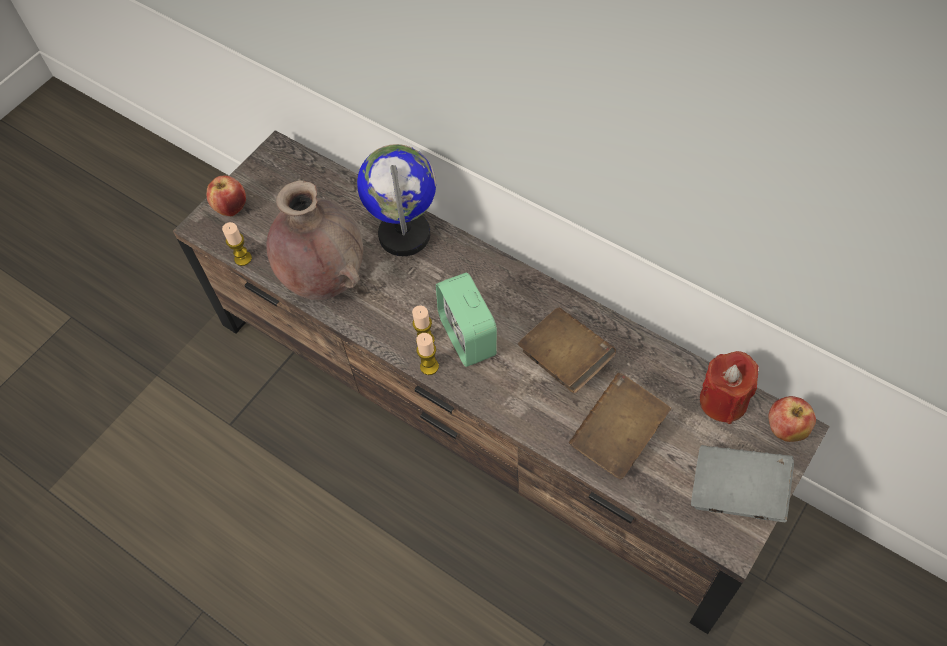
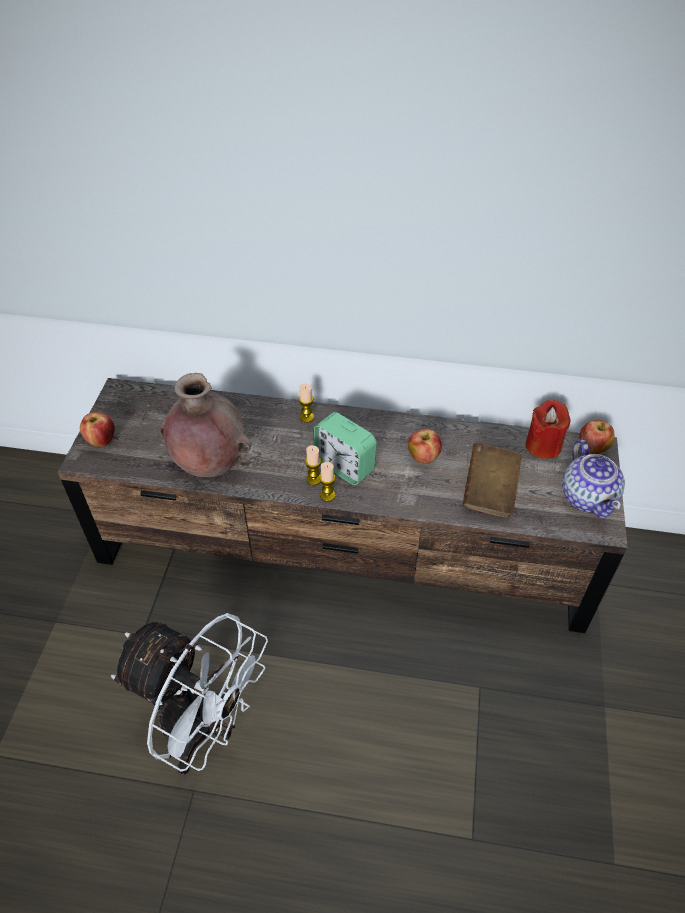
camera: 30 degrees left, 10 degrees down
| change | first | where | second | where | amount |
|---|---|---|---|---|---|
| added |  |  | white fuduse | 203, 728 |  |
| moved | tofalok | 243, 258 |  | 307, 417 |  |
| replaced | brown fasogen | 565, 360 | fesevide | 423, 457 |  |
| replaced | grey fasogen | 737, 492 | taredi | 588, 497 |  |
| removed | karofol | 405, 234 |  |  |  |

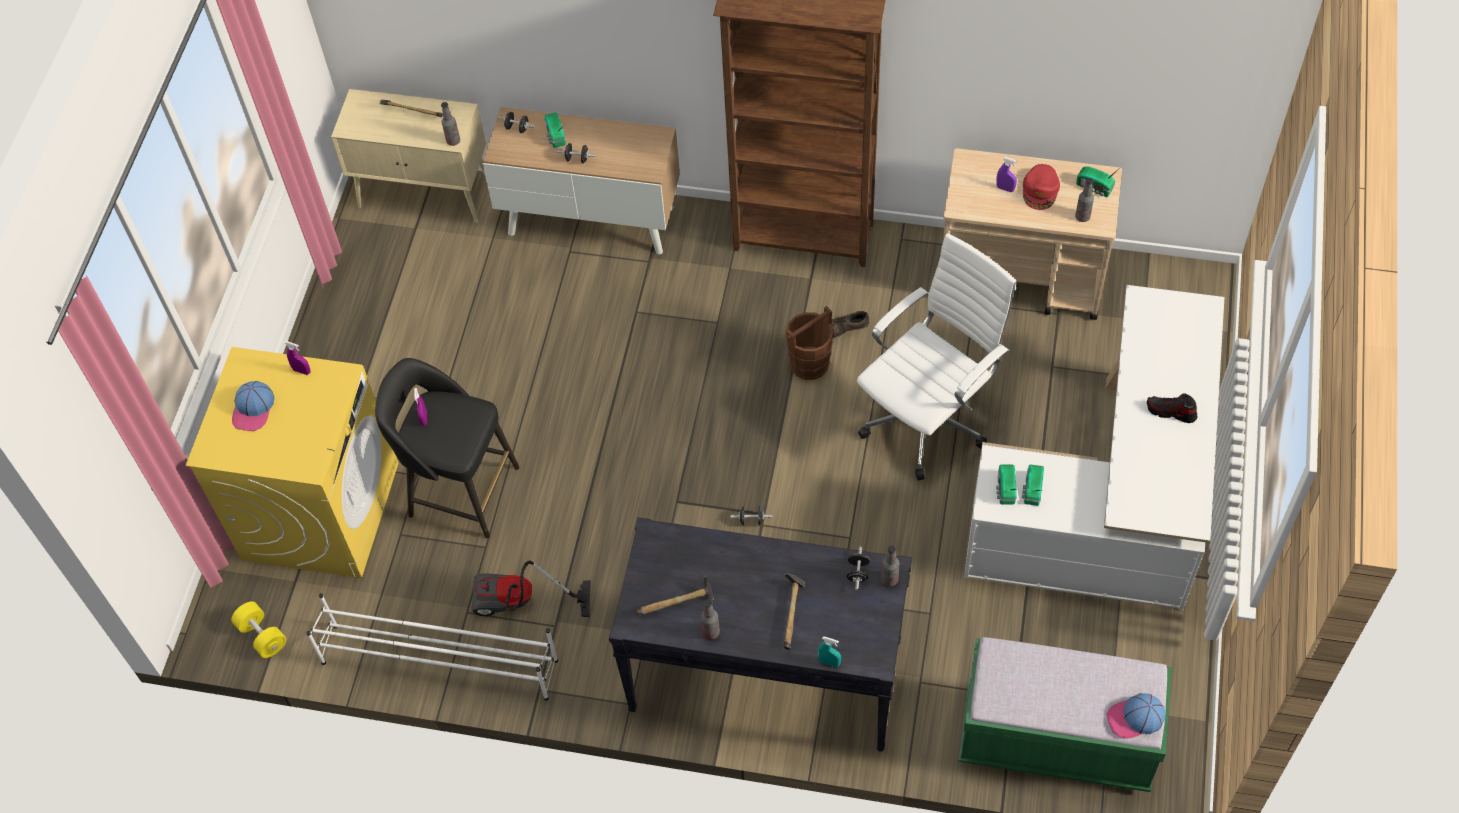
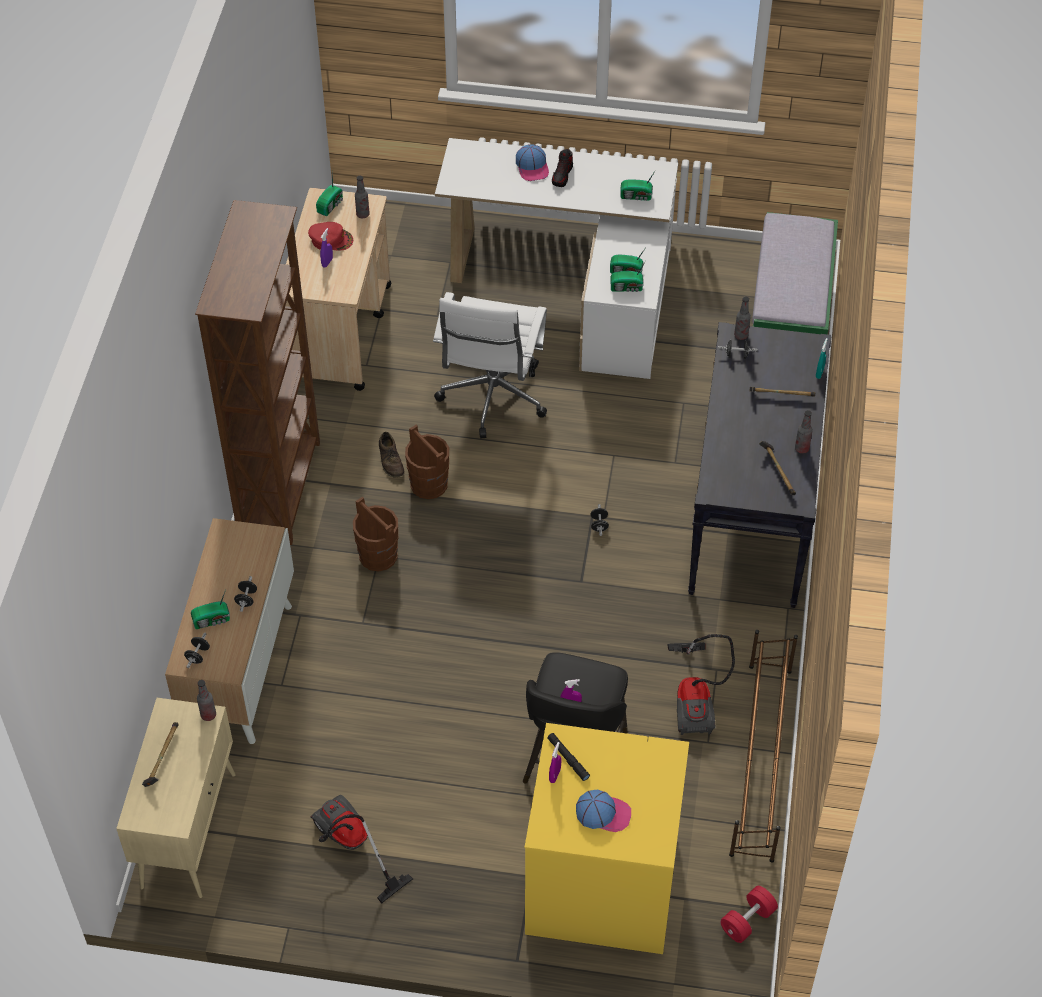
camera: 95 degrees left, 5 degrees down
| change | first | where | second | where | amount |
|---|---|---|---|---|---|
| added |  |  | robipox | 350, 846 |  |
| added |  |  | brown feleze | 378, 555 |  |
| turned | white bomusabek | 928, 420 |  | 492, 399 | 120 degrees counterclockwise |
| moved | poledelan | 1135, 718 |  | 532, 167 |  |
| added |  |  | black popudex | 568, 759 |  |
| added |  |  | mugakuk | 637, 196 |  |
| recoloured | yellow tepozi | 262, 636 | red tepozi | 747, 920 |  |
| recoloured | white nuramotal | 438, 661 | brown nuramotal | 760, 761 |  |

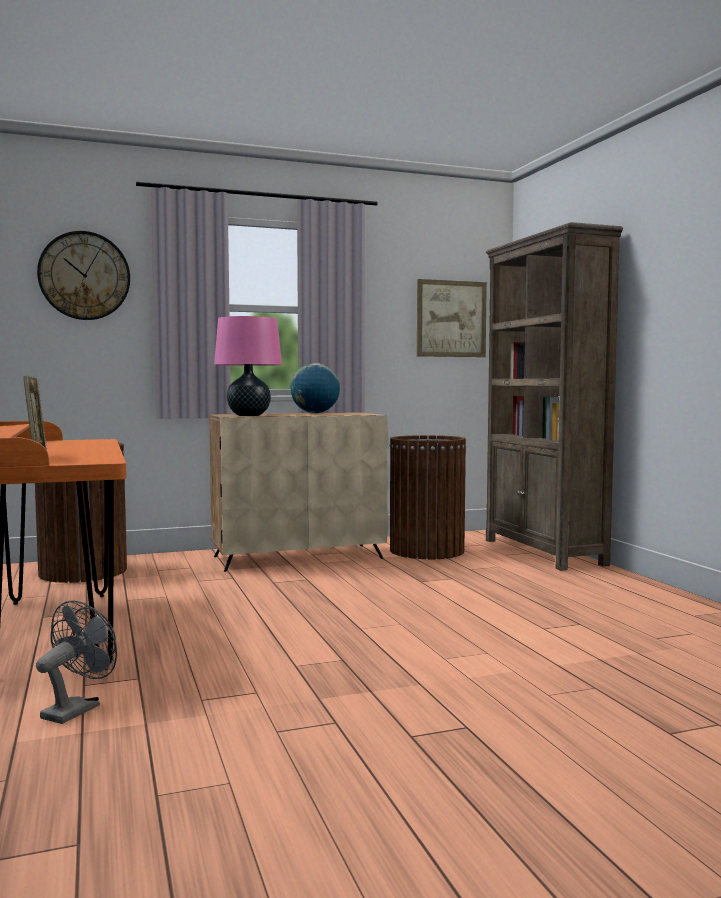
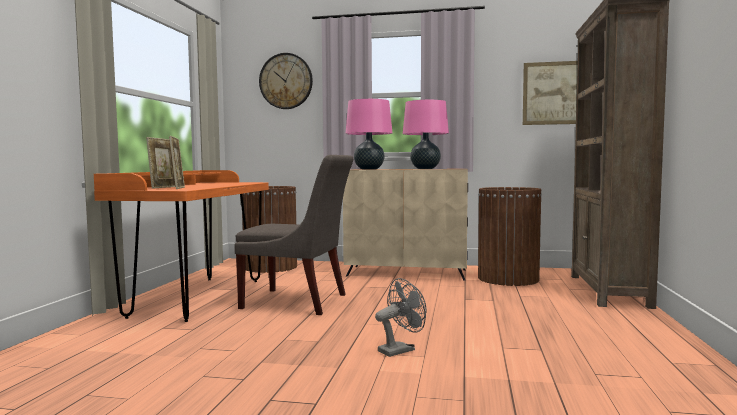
camera: 30 degrees right, 0 degrees up
| change | first | where | second | where | amount |
|---|---|---|---|---|---|
| added |  |  | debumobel | 178, 188 |  |
| added |  |  | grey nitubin | 299, 302 |  |
| moved | grey fuduse | 77, 709 |  | 400, 349 |  |
| replaced | karofol | 315, 413 | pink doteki | 425, 168 |  |

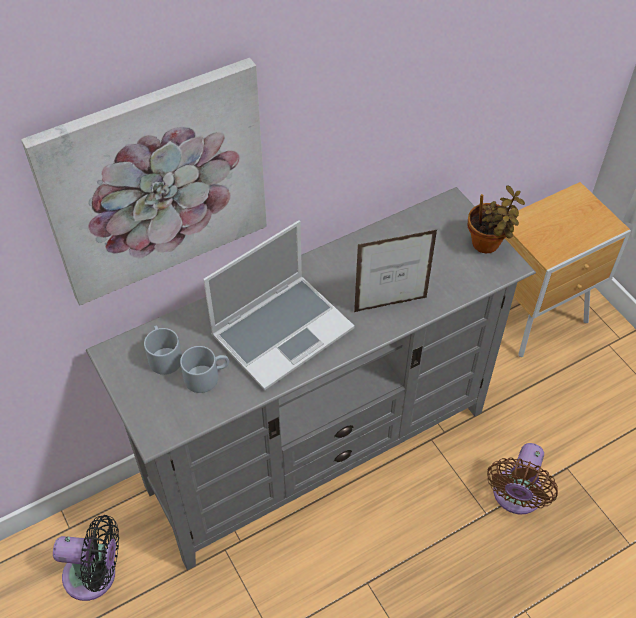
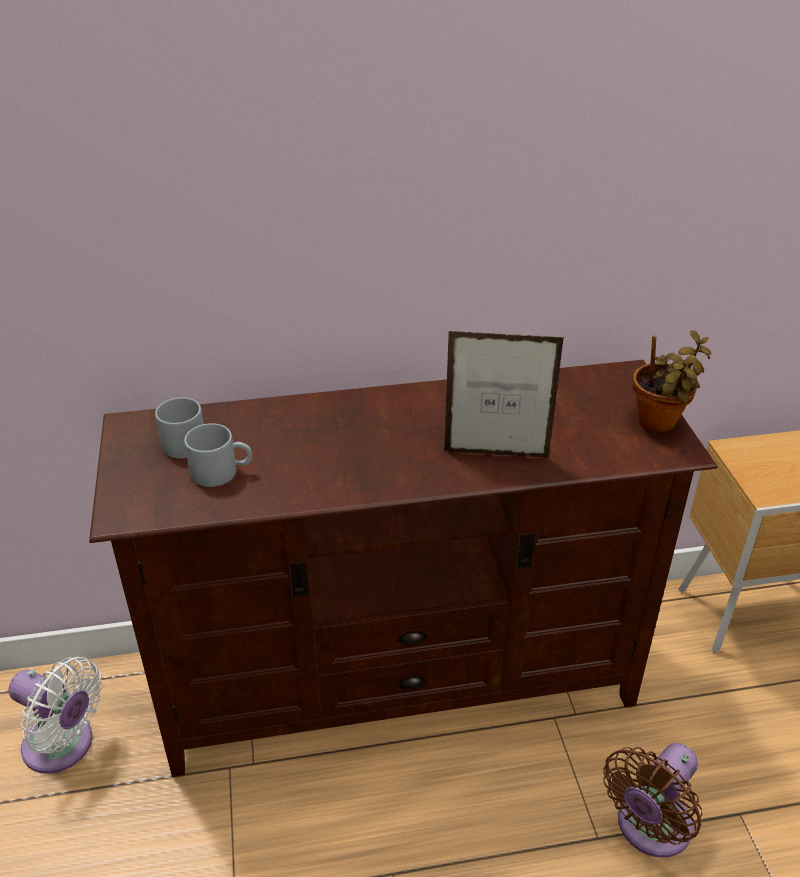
camera: 20 degrees right, 15 degrees down
| change | first | where | second | where | amount |
|---|---|---|---|---|---|
| recoloured | black fuduse | 95, 575 | white fuduse | 63, 746 |  |
| recoloured | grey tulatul | 317, 447 | brown tulatul | 400, 683 |  |
| removed | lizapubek | 155, 182 |  |  |  |
| removed | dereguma | 282, 331 |  |  |  |

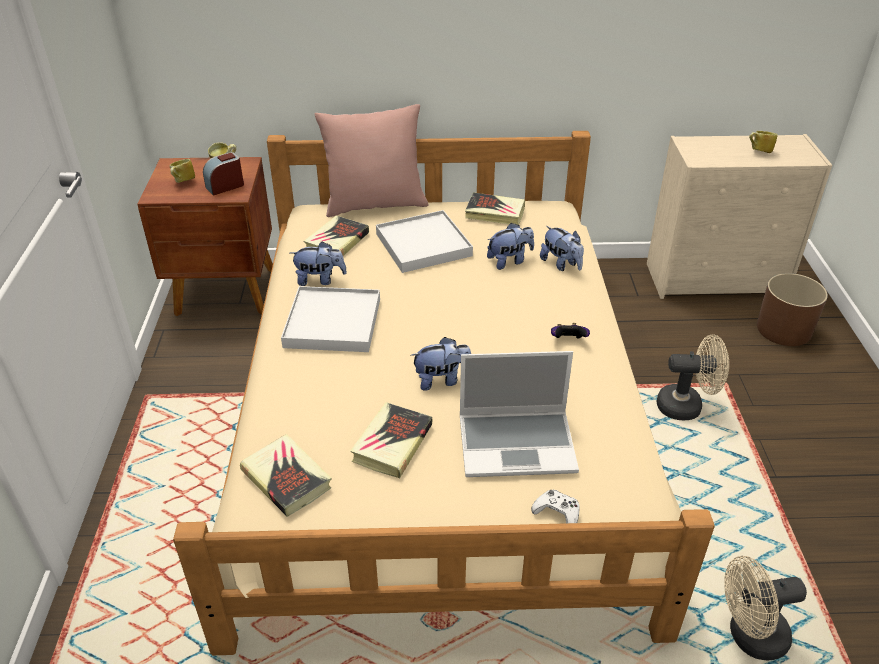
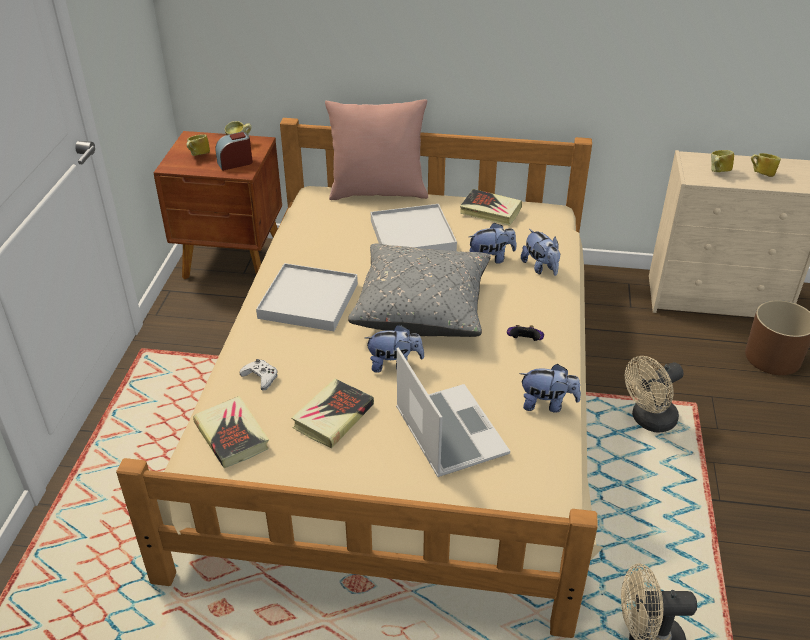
camera: 10 degrees right, 0 degrees up
| change | first | where | second | where | amount |
|---|---|---|---|---|---|
| moved | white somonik | 557, 512 |  | 261, 377 |  |
| added |  |  | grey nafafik | 422, 307 |  |
| turned | dereguma | 518, 443 |  | 448, 431 | 120 degrees counterclockwise |
| moved | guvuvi | 320, 280 |  | 547, 404 |  |
| turned | beige fuduse | 686, 406 |  | 648, 421 | 135 degrees clockwise |
| added |  |  | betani | 717, 172 |  |
| removed | fasogen | 337, 242 |  |  |  |

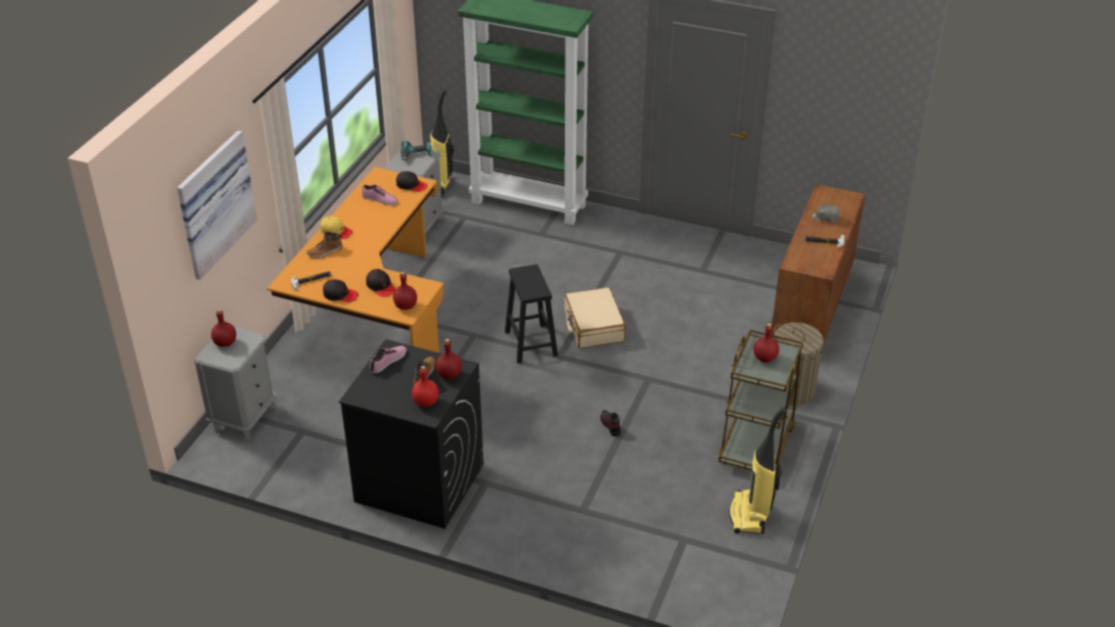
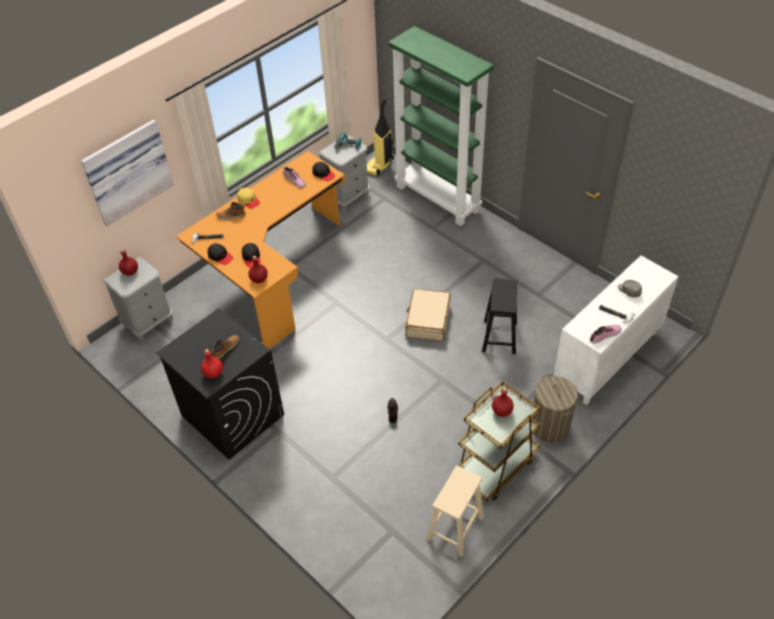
camera: 25 degrees right, 10 degrees up
| change | first | where | second | where | amount |
|---|---|---|---|---|---|
| replaced | robipox | 750, 515 | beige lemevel | 455, 529 |  |
| moved | black lemevel | 531, 344 |  | 499, 337 |  |
| recoloured | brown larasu | 812, 312 | white larasu | 607, 359 |  |
| moved | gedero | 388, 361 |  | 605, 335 |  |
| removed | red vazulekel | 449, 375 |  |  |  |

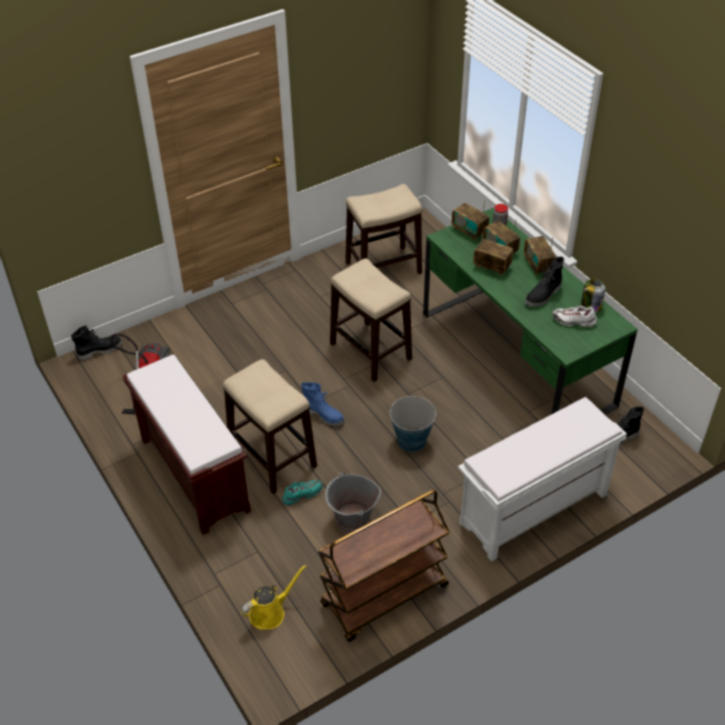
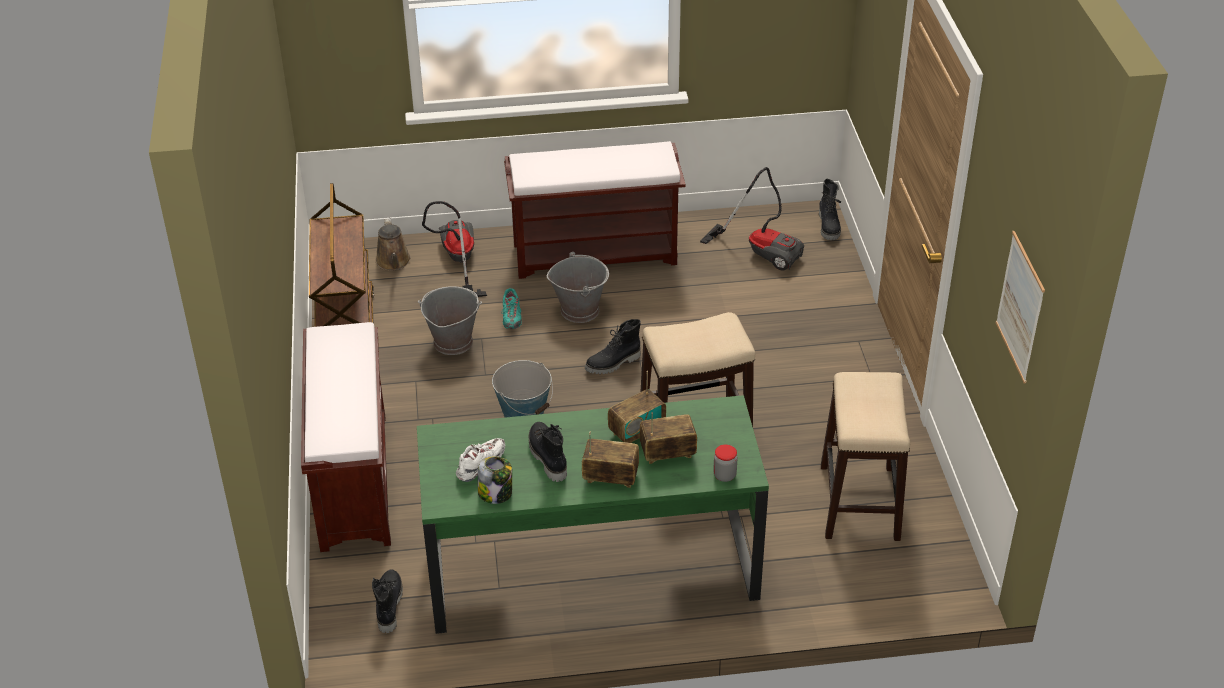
camera: 115 degrees right, 5 degrees down
| change | first | where | second | where | amount |
|---|---|---|---|---|---|
| recoloured | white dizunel | 532, 510 | brown dizunel | 353, 480 |  |
| recoloured | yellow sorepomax | 270, 612 | brown sorepomax | 393, 262 |  |
| added |  |  | robipox | 457, 261 |  |
| replaced | lemevel | 272, 456 | grey feleze | 580, 310 |  |
| recoloured | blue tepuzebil | 323, 415 | black tepuzebil | 613, 364 |  |
| added |  |  | lizapubek | 1020, 307 |  |
| removed | mugakuk | 469, 231 |  |  |  |

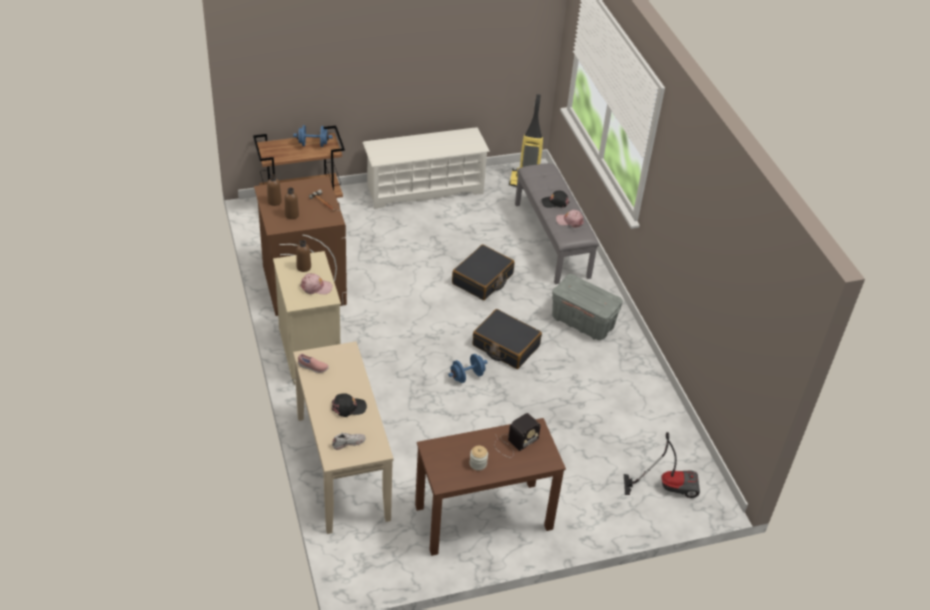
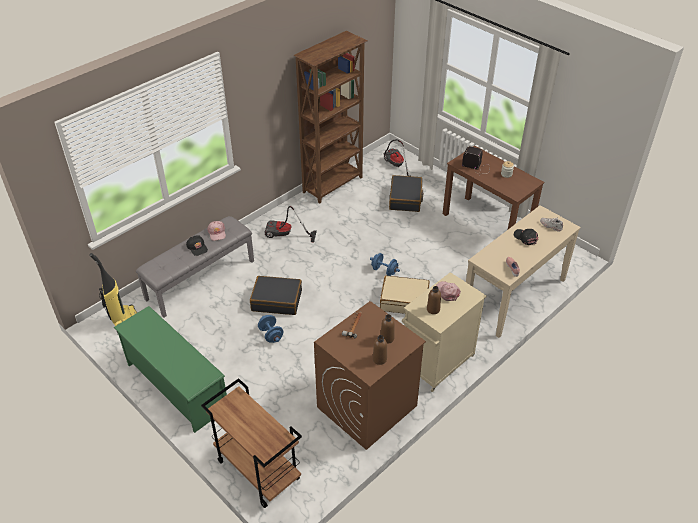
camera: 115 degrees left, 0 degrees up
| change | first | where | second | where | amount |
|---|---|---|---|---|---|
| recoloured | white nuramotal | 424, 189 | green nuramotal | 176, 386 |  |
| moved | blue tepozi | 313, 144 |  | 271, 335 |  |
| replaced | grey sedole | 583, 322 | robipox | 285, 235 |  |
| added |  |  | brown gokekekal | 333, 185 |  |
| added |  |  | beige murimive | 404, 301 |  |
| moved | black murimive | 505, 346 |  | 405, 199 |  |

